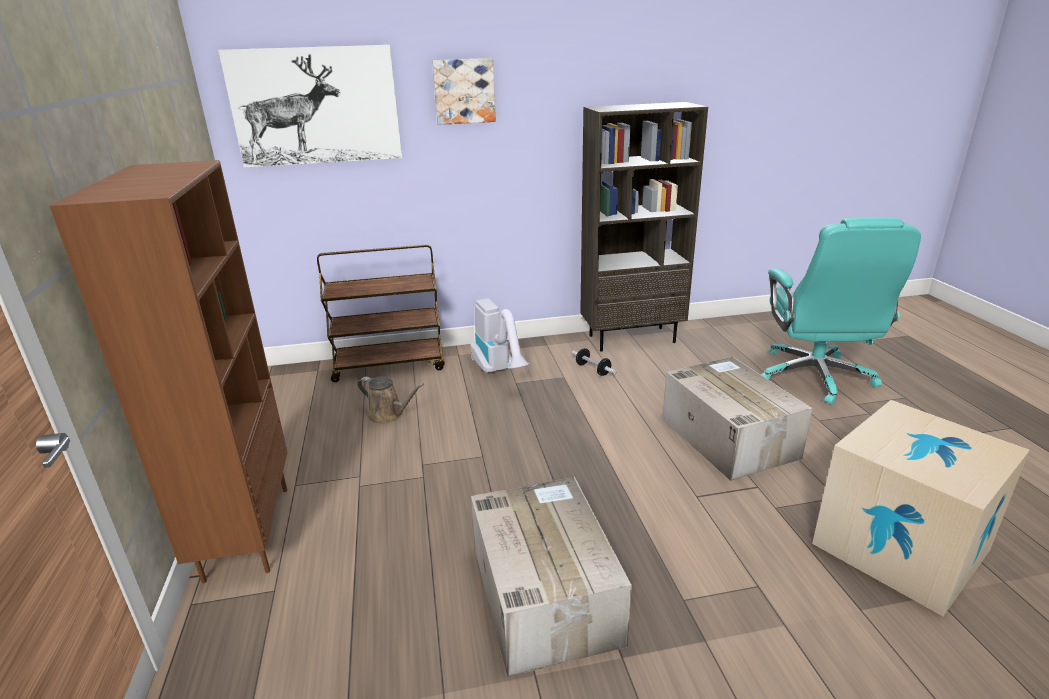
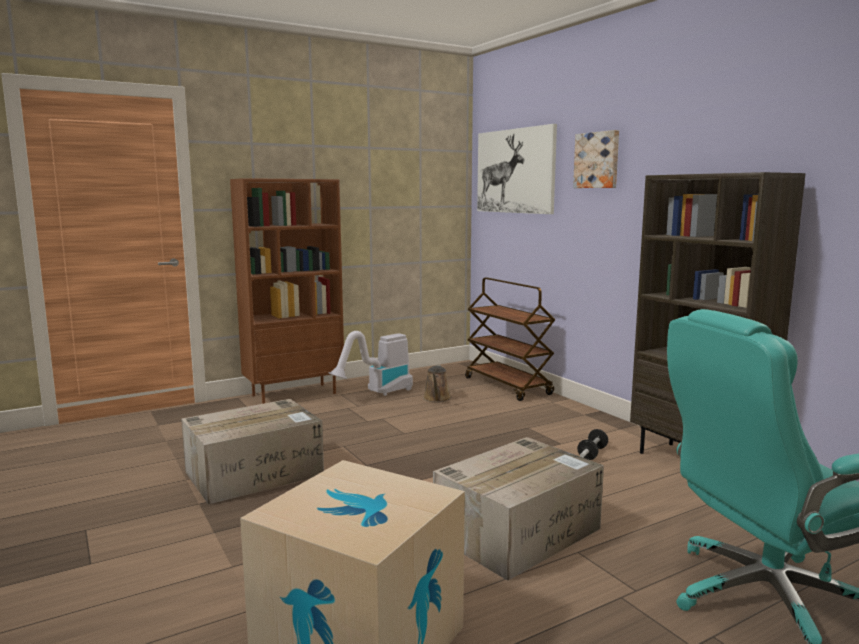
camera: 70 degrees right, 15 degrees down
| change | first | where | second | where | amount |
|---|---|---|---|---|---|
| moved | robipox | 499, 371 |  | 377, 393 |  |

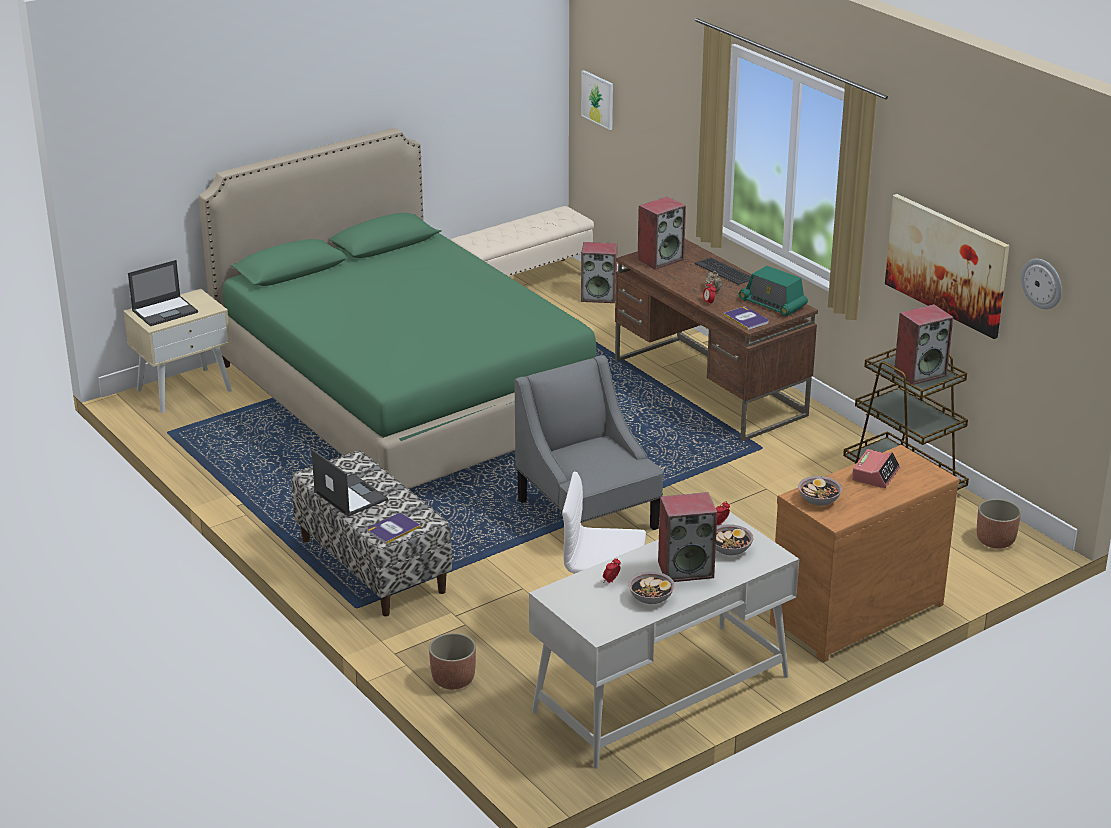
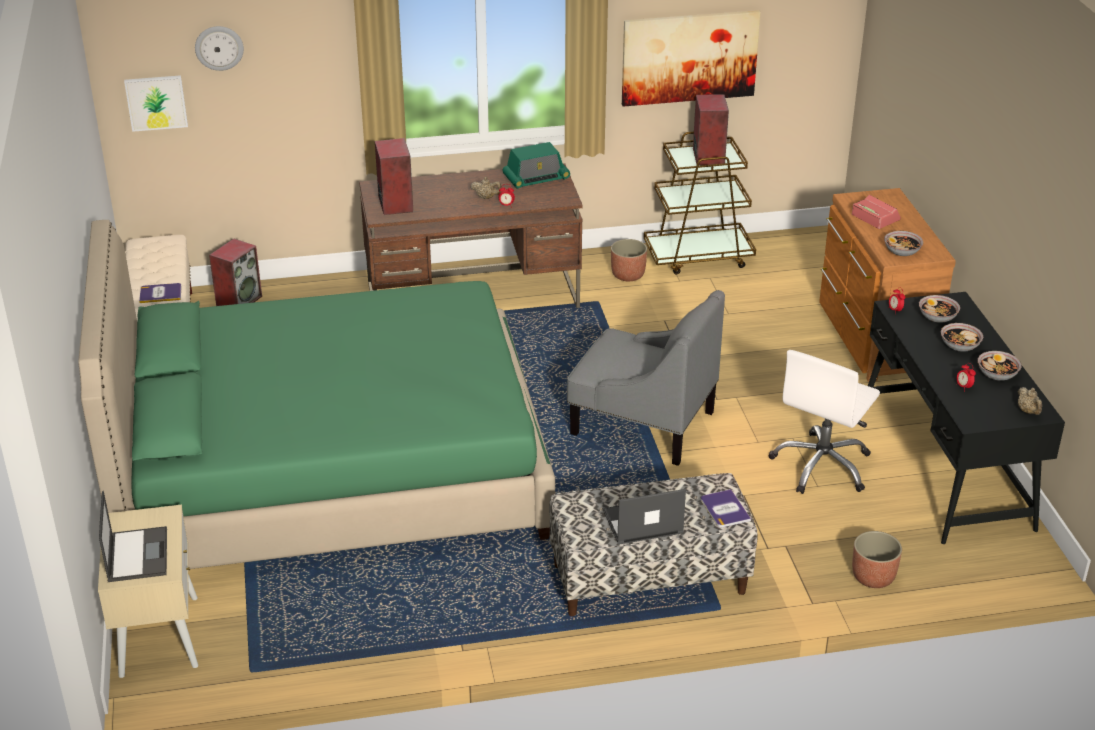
camera: 65 degrees left, 5 degrees up
| change | first | where | second | where | amount |
|---|---|---|---|---|---|
| moved | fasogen | 746, 319 |  | 160, 294 |  |
| moved | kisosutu | 1042, 283 |  | 219, 47 |  |
| turned | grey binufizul | 588, 514 |  | 642, 423 | 150 degrees counterclockwise |
| moved | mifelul | 995, 541 |  | 628, 275 |  |
| recoloured | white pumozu | 660, 693 | black pumozu | 944, 466 |  |
| replaced | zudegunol | 686, 569 | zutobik | 959, 346 |  |
| added |  |  | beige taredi | 1028, 411 |  |
| removed | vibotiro | 724, 271 |  |  |  |

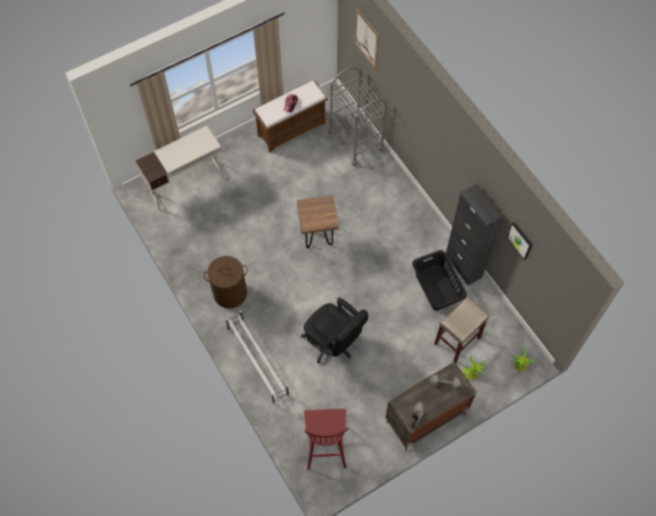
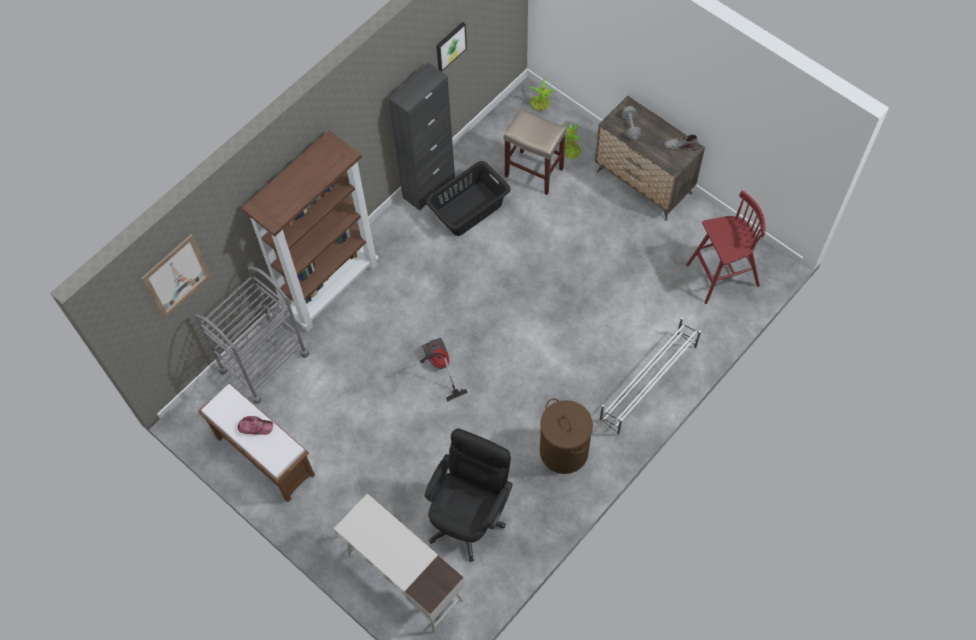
camera: 105 degrees left, 0 degrees up
| change | first | where | second | where | amount |
|---|---|---|---|---|---|
| added |  |  | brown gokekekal | 331, 287 |  |
| replaced | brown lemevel | 317, 236 | robipox | 439, 366 |  |
| moved | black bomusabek | 333, 344 |  | 469, 514 |  |

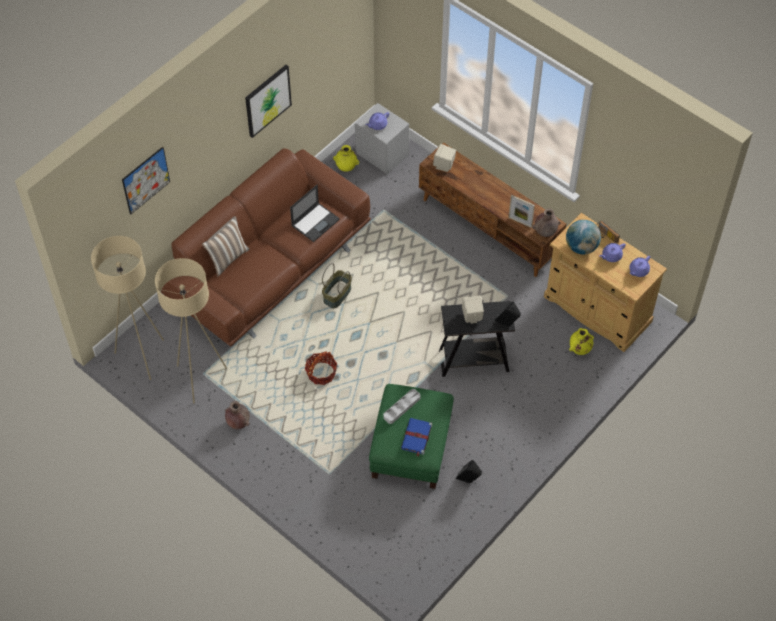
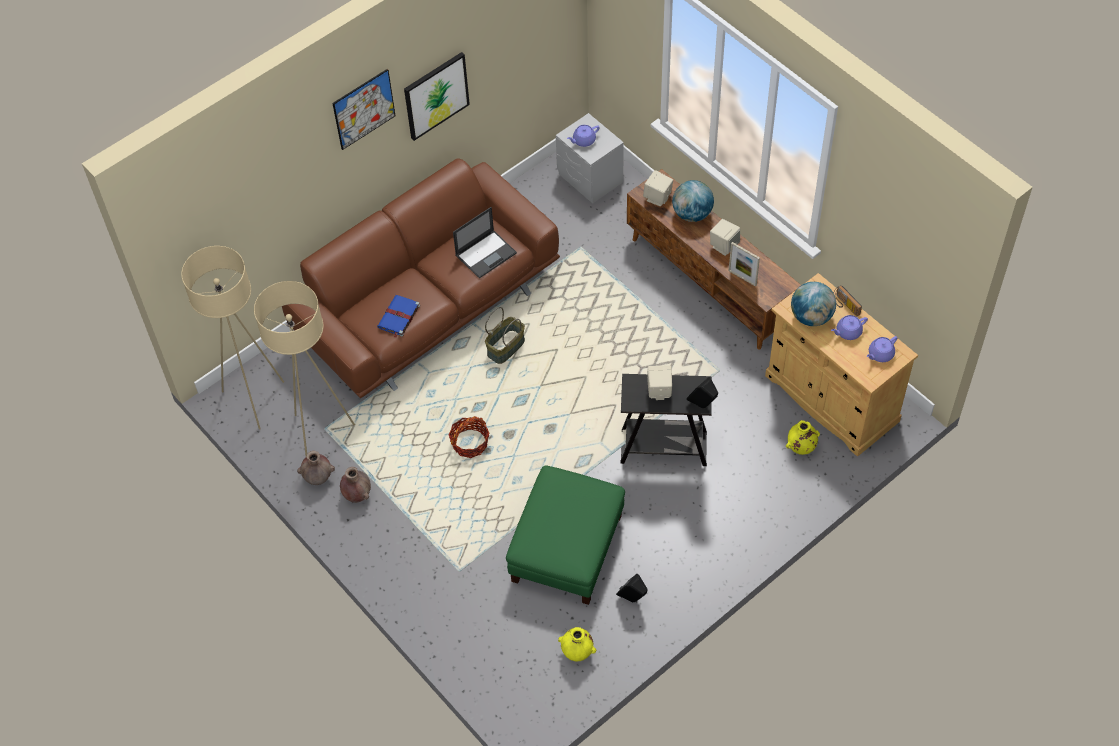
camera: 10 degrees right, 0 degrees up
| change | first | where | second | where | amount |
|---|---|---|---|---|---|
| moved | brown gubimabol | 545, 232 |  | 318, 478 |  |
| moved | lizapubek | 146, 180 |  | 364, 109 |  |
| moved | blue fasogen | 416, 437 |  | 398, 317 |  |
| moved | yellow gubimabol | 346, 168 |  | 577, 652 |  |
| added |  |  | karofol | 692, 214 |  |
| added |  |  | beige zudegunol | 724, 246 |  |
| removed | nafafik | 227, 258 |  |  |  |
| removed | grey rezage | 401, 407 |  |  |  |

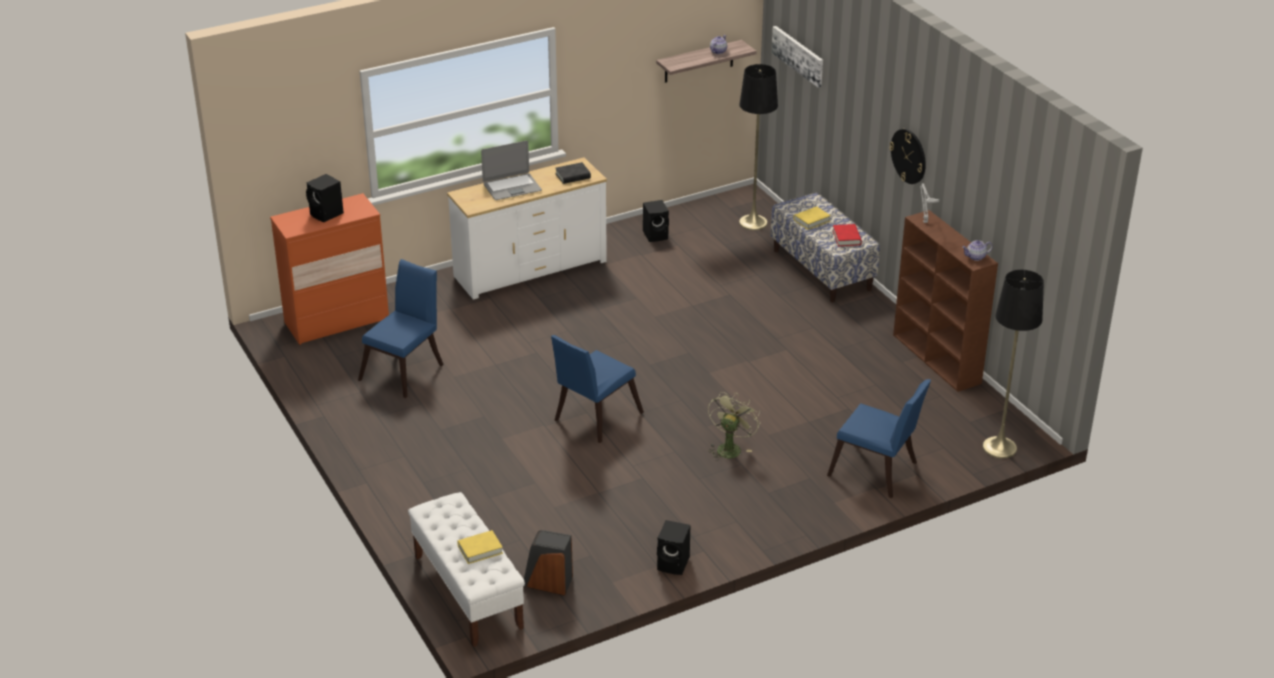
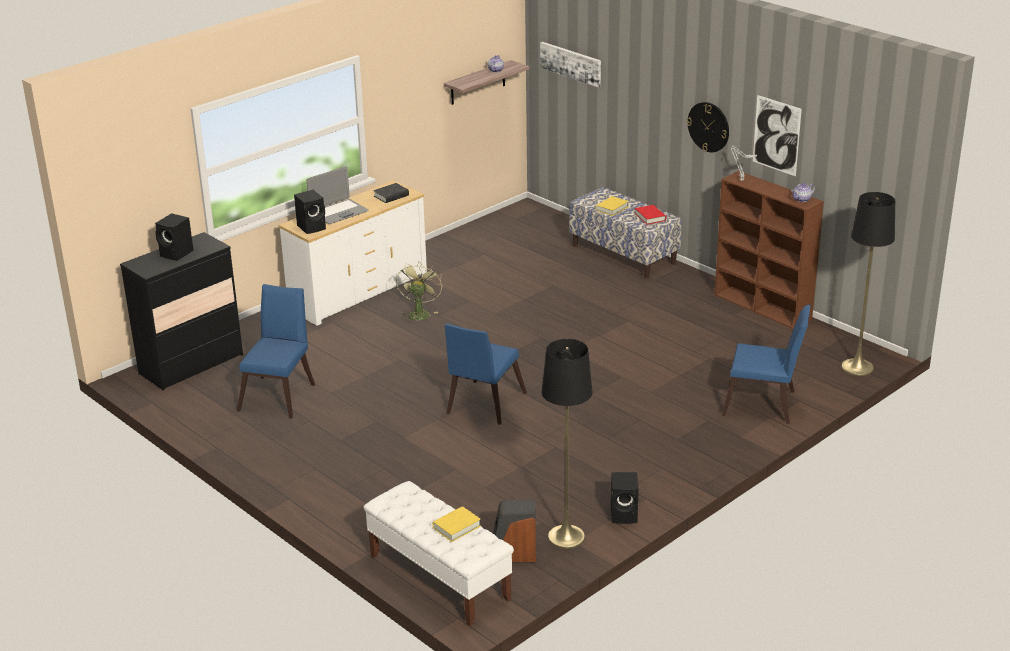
camera: 15 degrees left, 5 degrees down
| change | first | where | second | where | amount |
|---|---|---|---|---|---|
| recoloured | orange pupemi | 337, 321 | black pupemi | 191, 364 |  |
| moved | black zudegunol | 656, 235 |  | 312, 227 |  |
| moved | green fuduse | 730, 447 |  | 419, 313 |  |
| moved | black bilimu | 753, 222 |  | 566, 537 |  |
| added |  |  | lizapubek | 776, 135 |  |

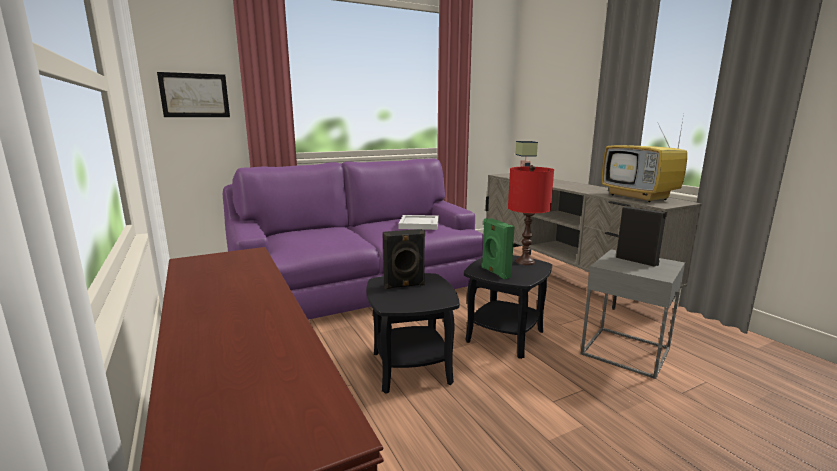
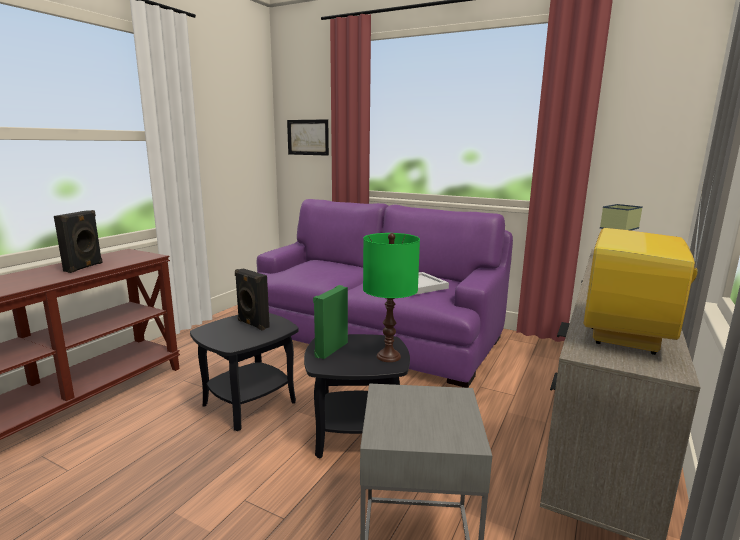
camera: 55 degrees right, 0 degrees up
| change | first | where | second | where | amount |
|---|---|---|---|---|---|
| moved | black zudegunol | 637, 261 |  | 84, 267 |  |
| recoloured | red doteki | 525, 262 | green doteki | 388, 356 |  |

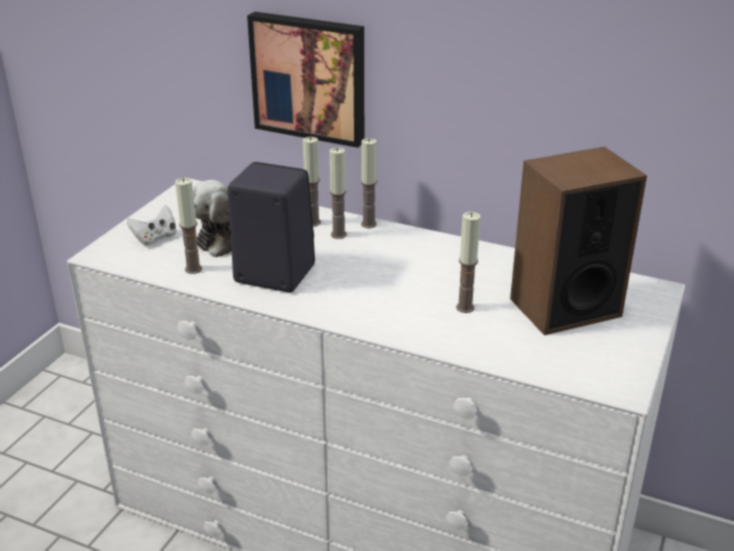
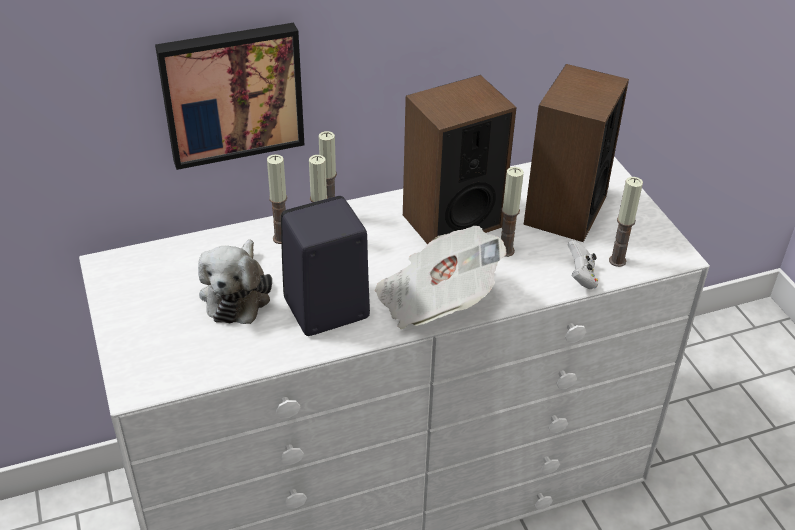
camera: 45 degrees left, 10 degrees up
| change | first | where | second | where | amount |
|---|---|---|---|---|---|
| added |  |  | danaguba | 436, 300 |  |
| added |  |  | zudegunol | 452, 220 |  |
| moved | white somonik | 155, 238 |  | 581, 277 |  |
| moved | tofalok | 193, 269 |  | 617, 261 |  |

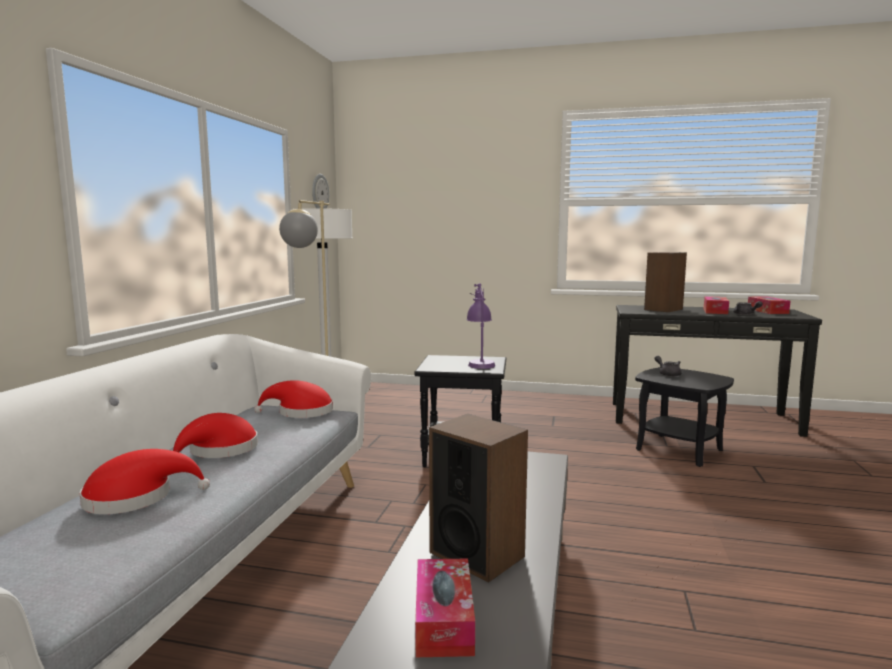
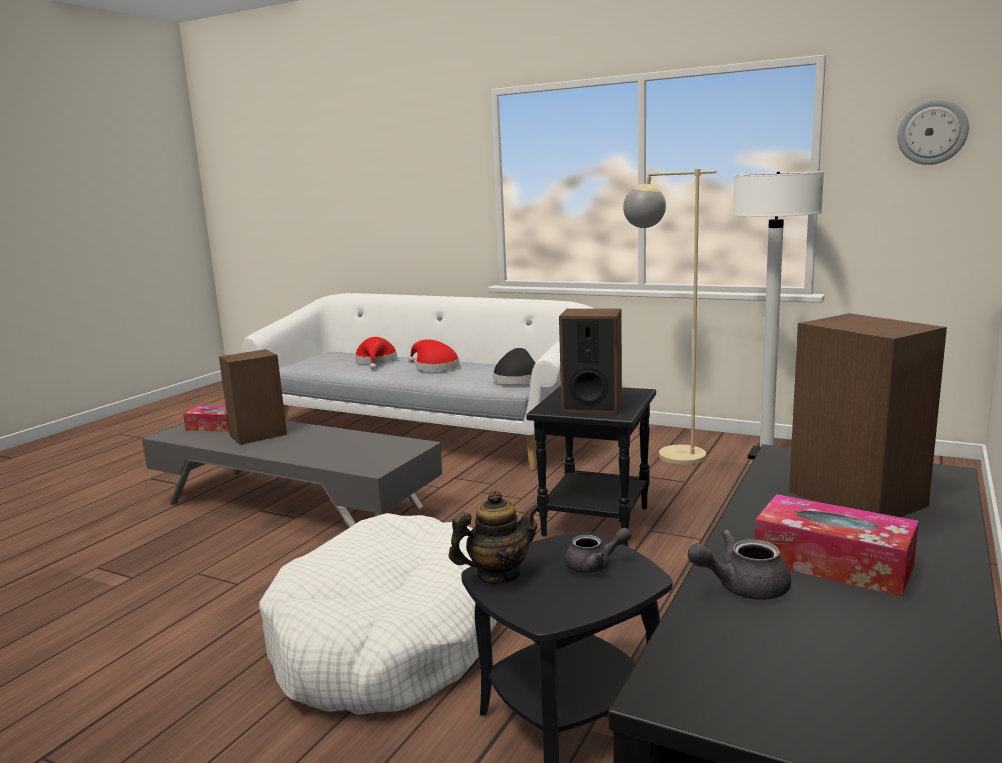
camera: 105 degrees right, 5 degrees up
| change | first | where | second | where | amount |
|---|---|---|---|---|---|
| added |  |  | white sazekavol | 389, 640 |  |
| added |  |  | taredi | 497, 575 |  |
| recoloured | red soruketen | 301, 412 | black soruketen | 517, 378 |  |
| replaced | purple doteki | 479, 363 | zudegunol | 592, 406 |  |
| removed | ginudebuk | 767, 311 |  |  |  |

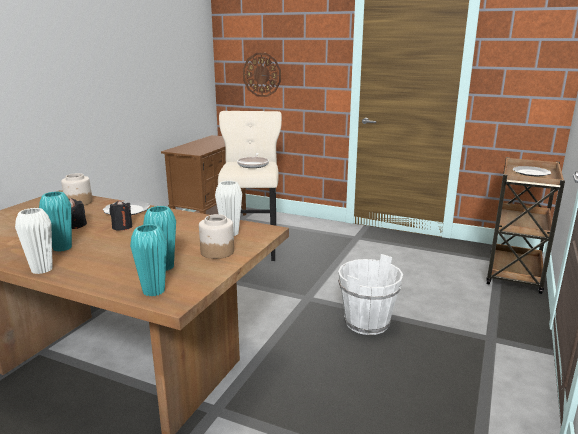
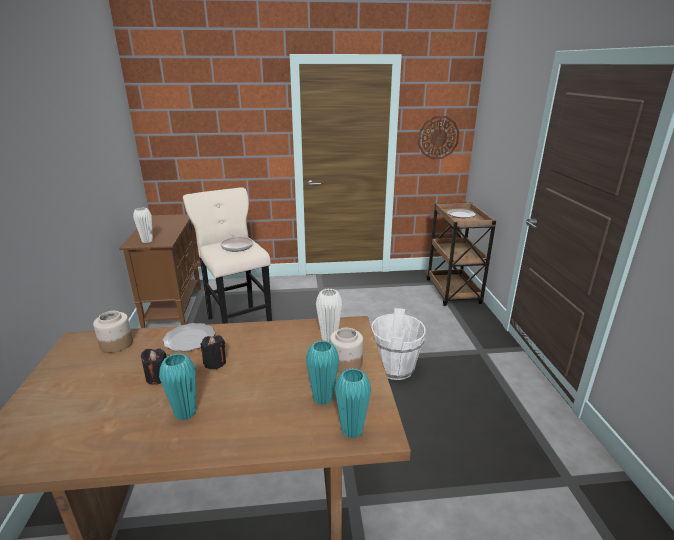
camera: 30 degrees left, 5 degrees up
| change | first | where | second | where | amount |
|---|---|---|---|---|---|
| moved | white gubimabol | 42, 269 |  | 147, 241 |  |
| moved | kisosutu | 262, 75 |  | 438, 137 |  |

